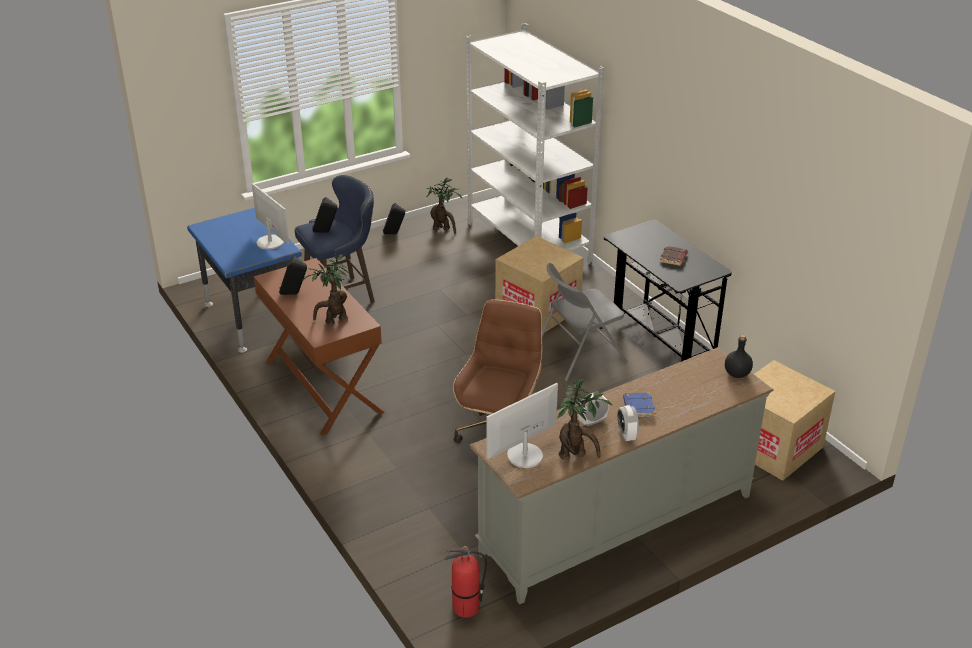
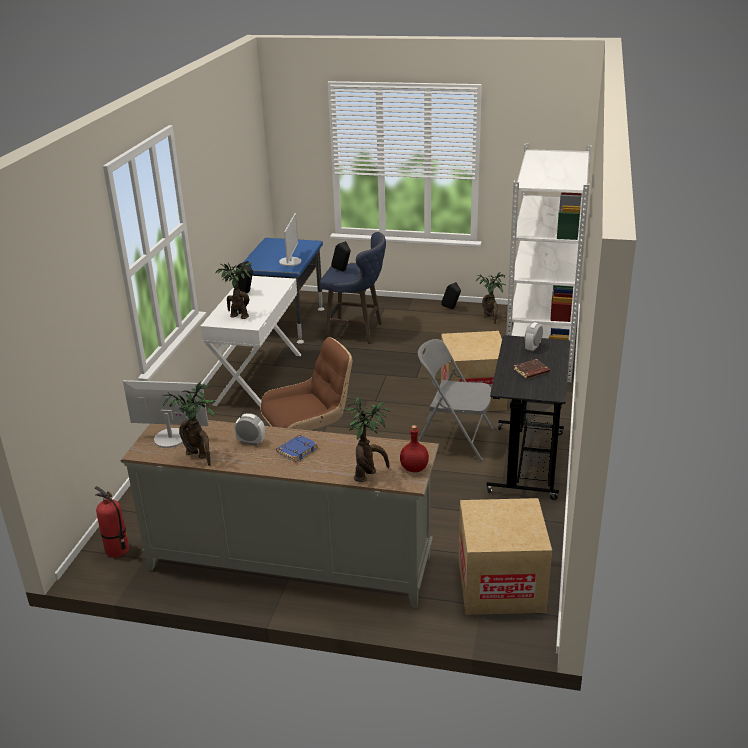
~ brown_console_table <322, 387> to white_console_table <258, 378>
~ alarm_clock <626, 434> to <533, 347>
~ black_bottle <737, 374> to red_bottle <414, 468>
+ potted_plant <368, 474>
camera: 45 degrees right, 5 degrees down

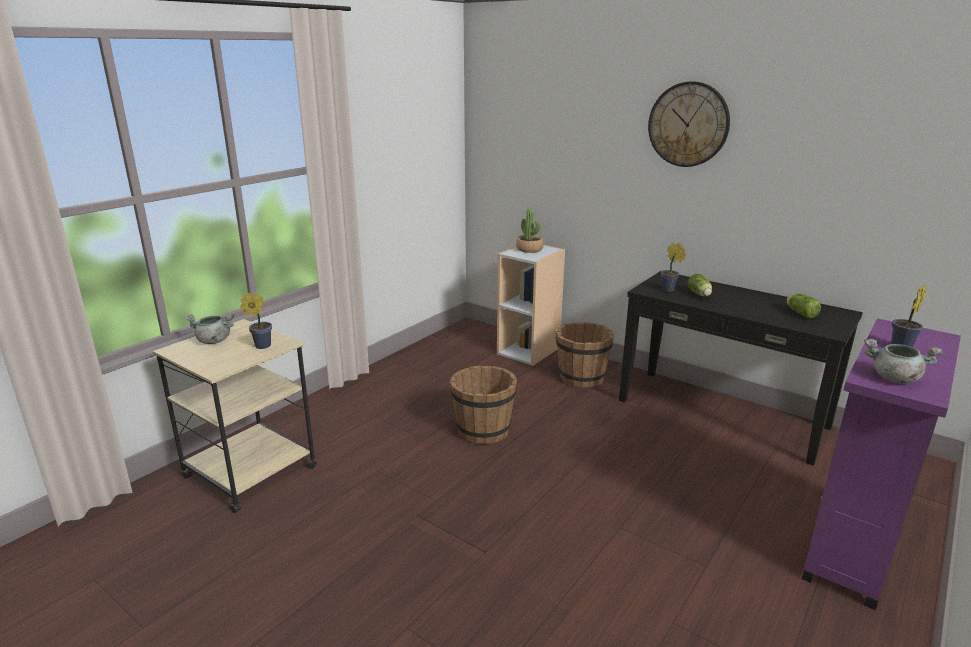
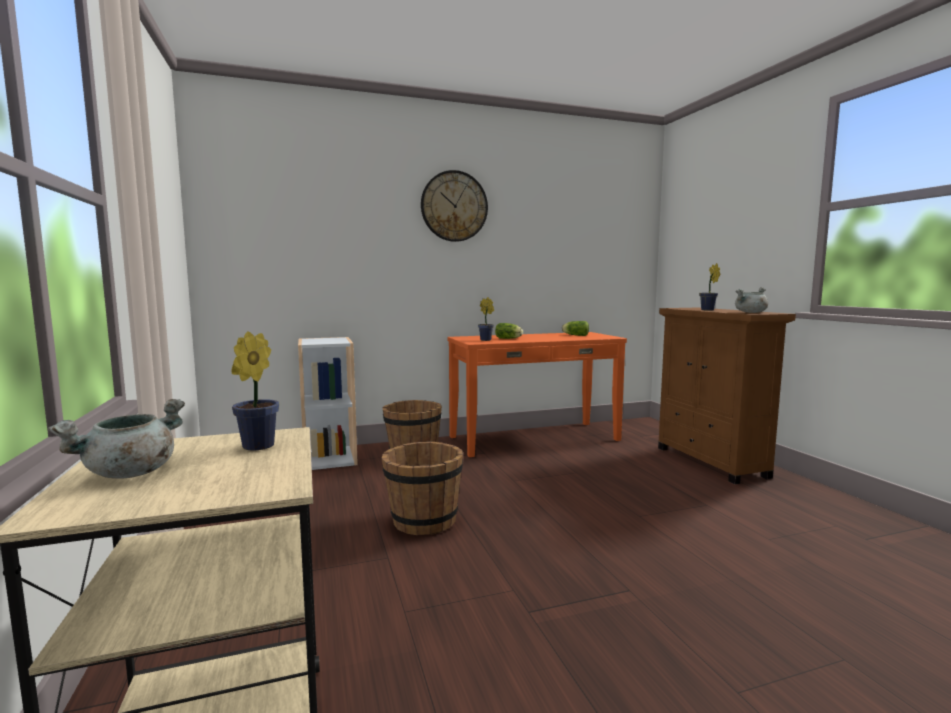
- potted_plant <529, 249>
~ black_console_table <721, 413> to orange_console_table <534, 438>
~ purple_cabinet <853, 549> to brown_cabinet <712, 462>
camera: 55 degrees left, 15 degrees down

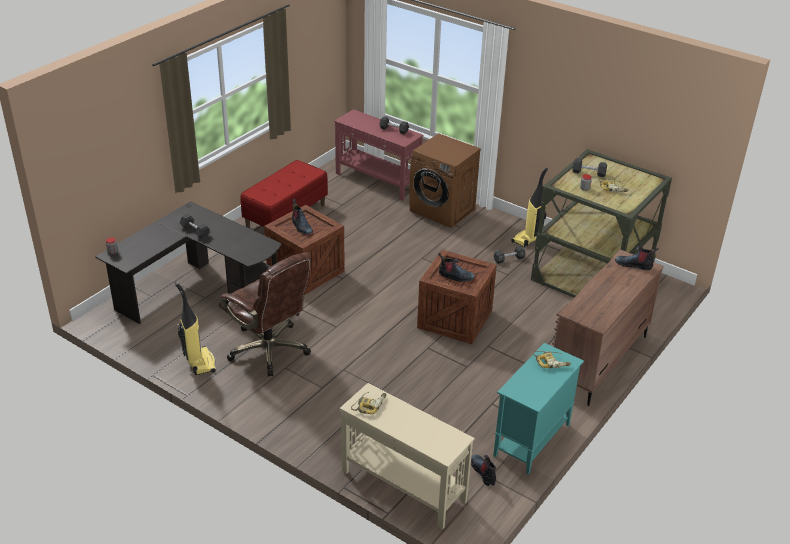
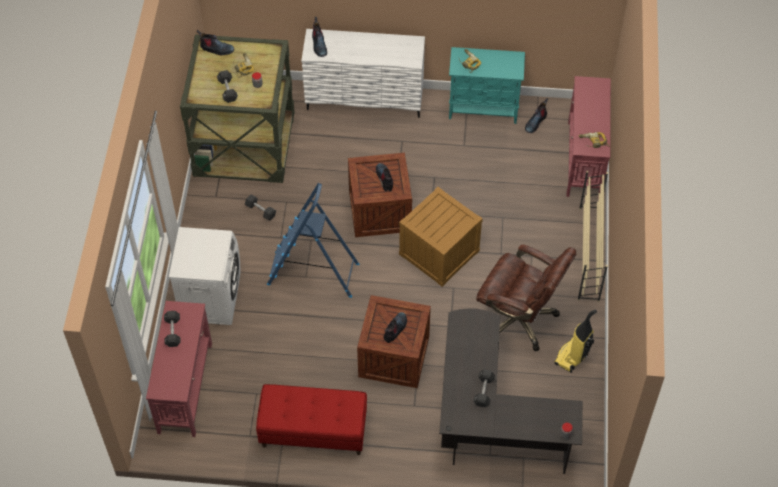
~ brown_office_chair <268, 349> = <518, 318> 105 degrees clockwise
~ beige_console_table <403, 485> to red_console_table <583, 159>
~ brown_washing_machine <442, 212> to white_washing_machine <211, 298>
- vacuum_cleaner <528, 239>
~ brown_dresser <598, 361> to white_dresser <364, 101>
+ boot <216, 49>
+ blue_step_ladder <312, 274>
+ crate <439, 252>
+ beige_shoe_rack <588, 254>
camera: 120 degrees left, 20 degrees up

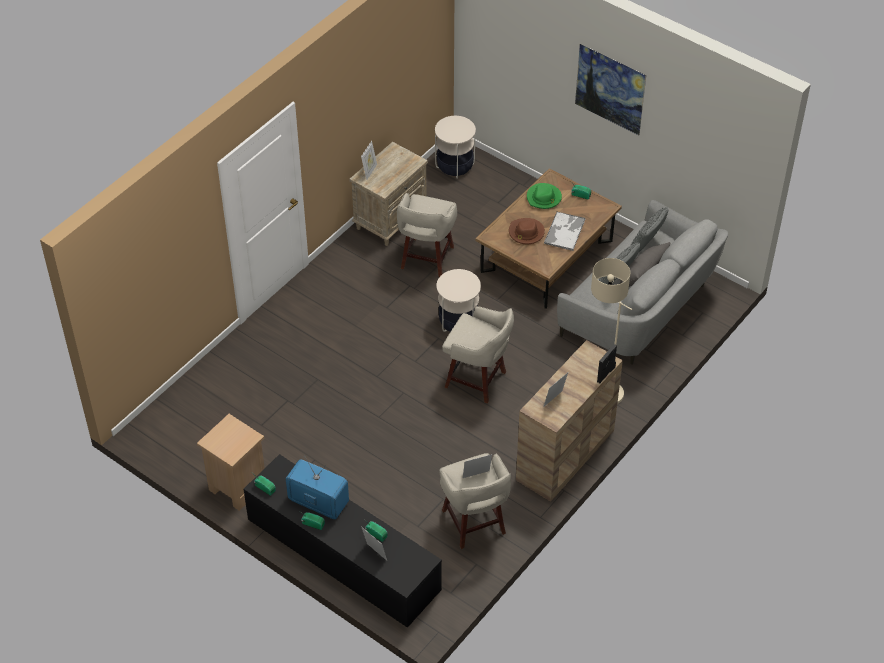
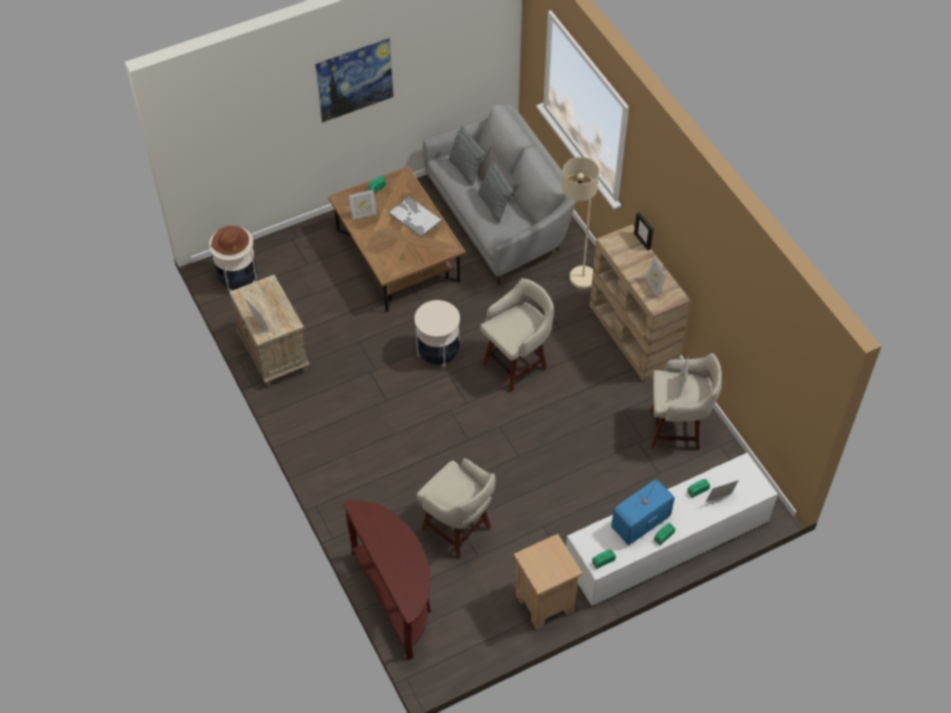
~ black_tv_stand <343, 557> to white_tv_stand <667, 544>
~ beige_stool <426, 259> to <458, 530>
~ brown_hat <526, 233> to <230, 242>
~ green_hat <544, 198> to picture_frame <363, 215>
+ brown_console_table <397, 598>
camera: 65 degrees left, 5 degrees up

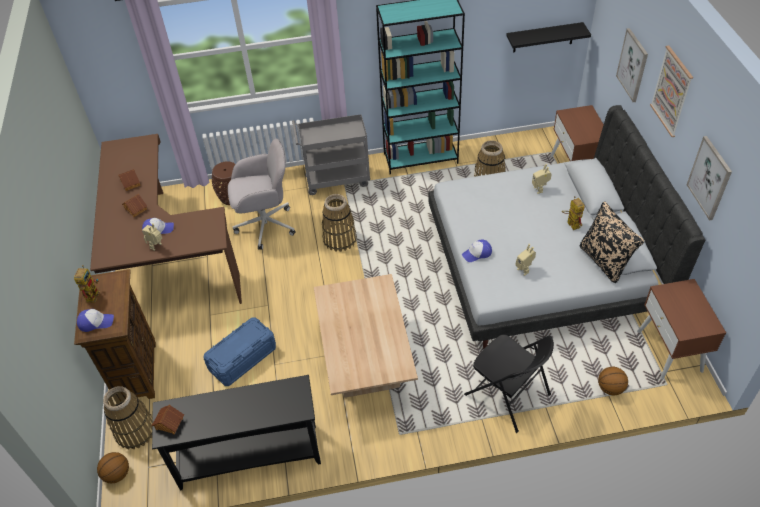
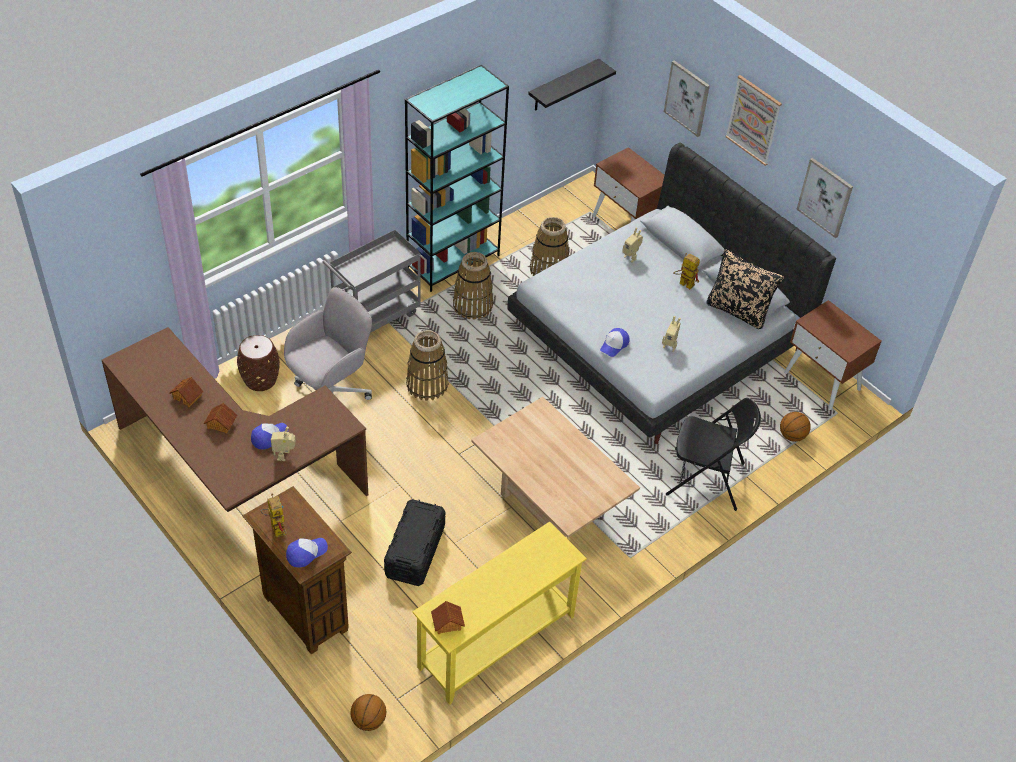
~ basket <135, 431> to <472, 306>
~ black_console_table <248, 457> to yellow_console_table <496, 642>
~ blue_storage_box <243, 359> to black_storage_box <415, 551>
camera: 35 degrees left, 0 degrees up

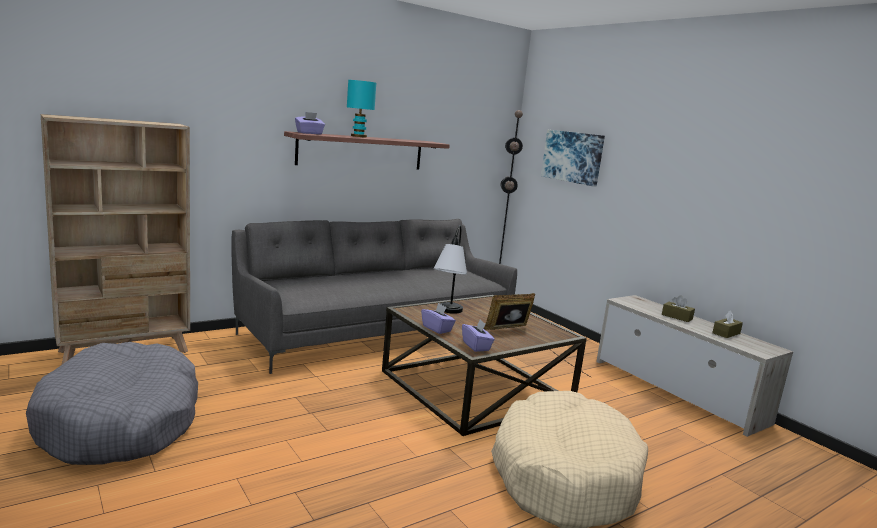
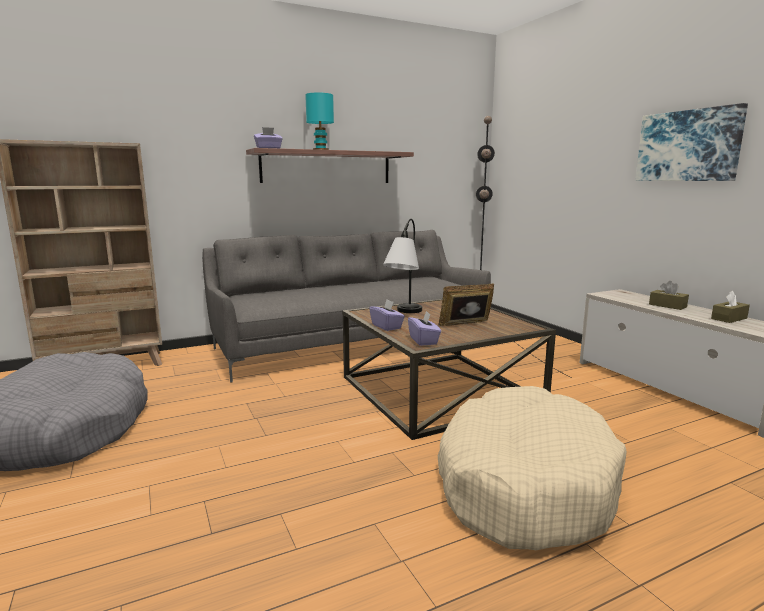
~ picture <573, 157> to <688, 146>
camera: 10 degrees right, 0 degrees up

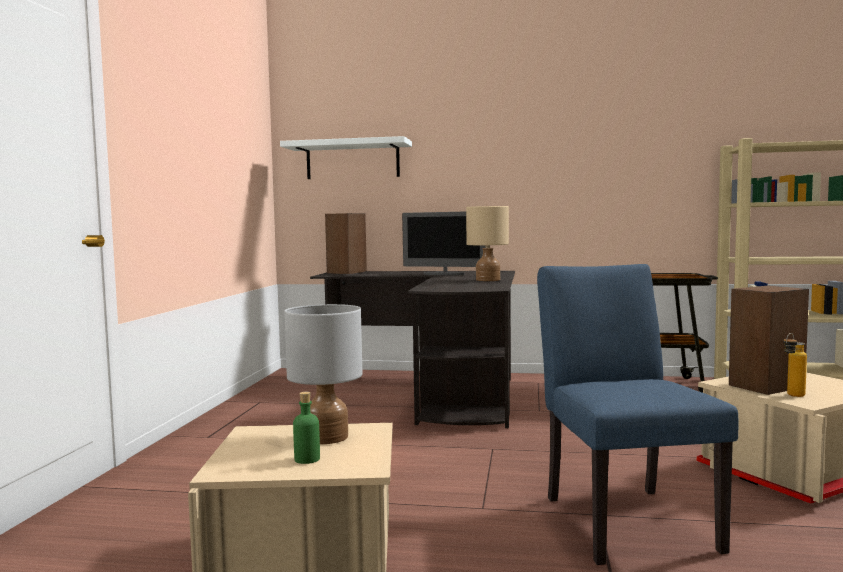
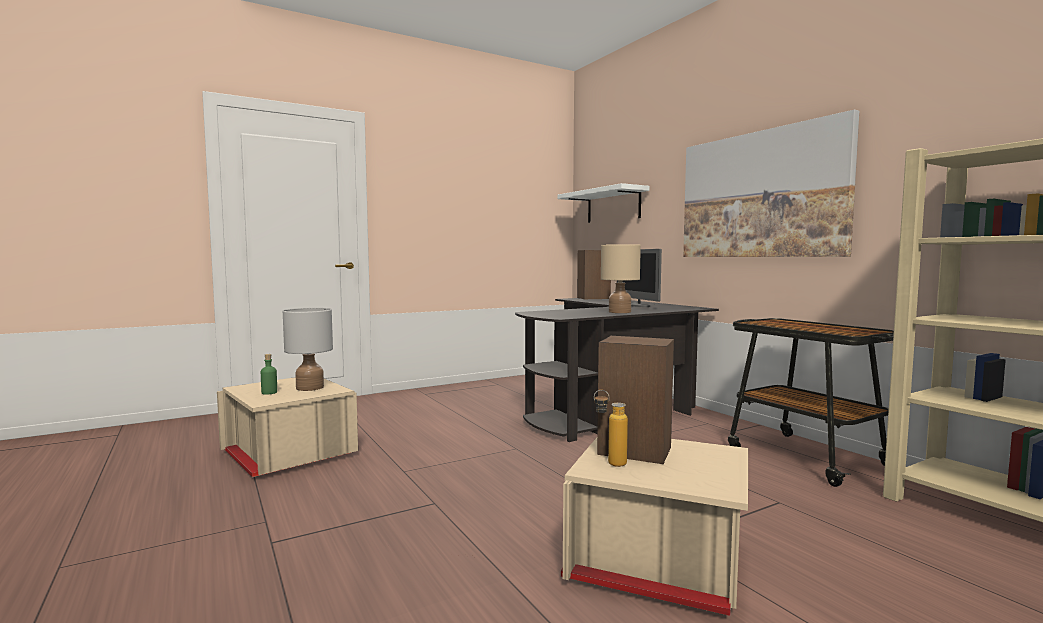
- blue_chair <622, 517>
+ picture <760, 195>
camera: 50 degrees right, 0 degrees up

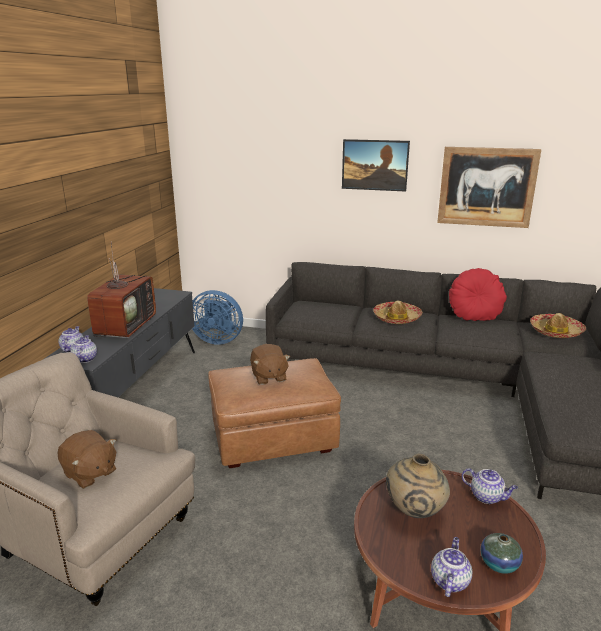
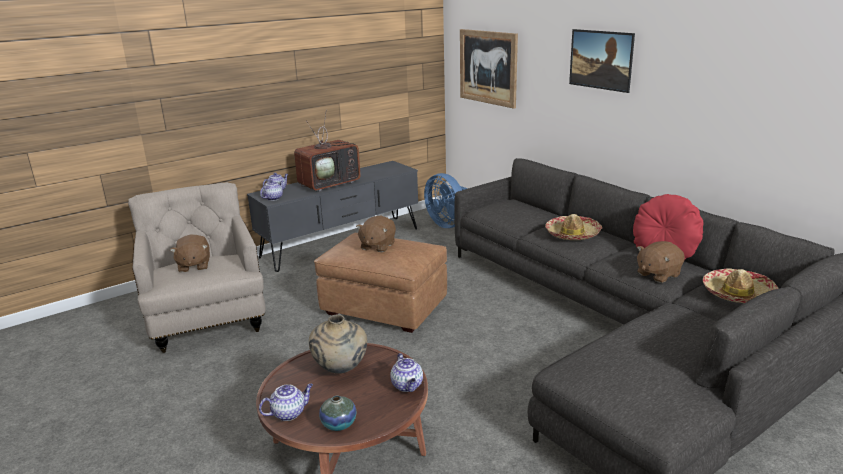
~ picture <486, 187> to <488, 67>
+ brown_plush_toy <657, 274>
camera: 40 degrees right, 0 degrees up

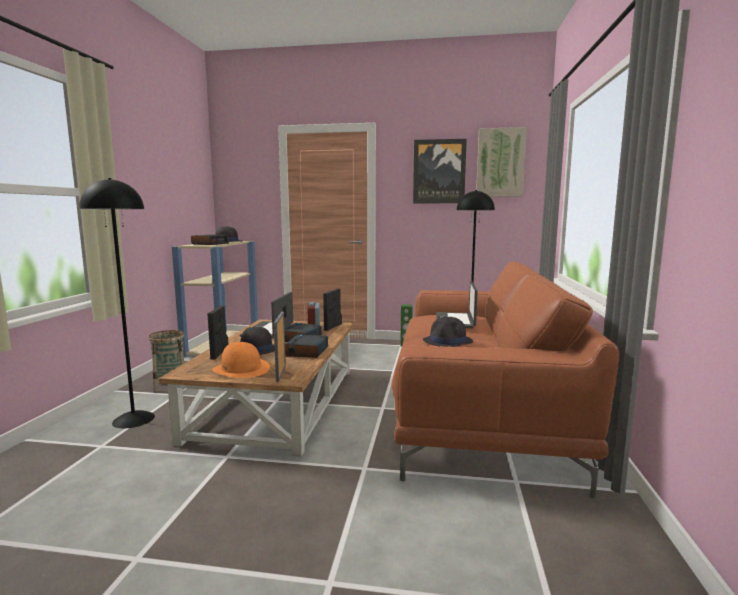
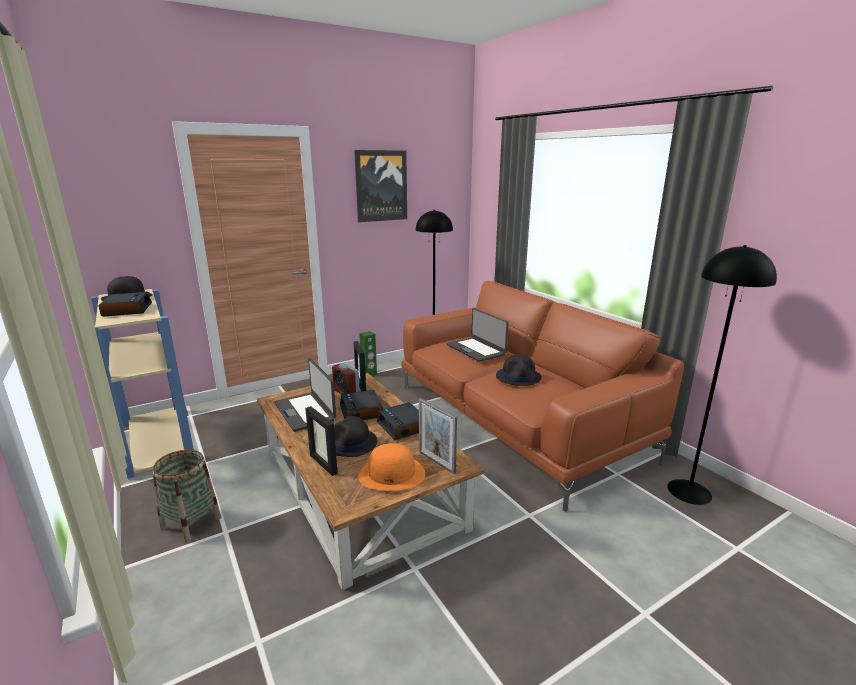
~ black_floor_lamp <133, 419> to <689, 491>
- picture <500, 162>
camera: 40 degrees left, 10 degrees up

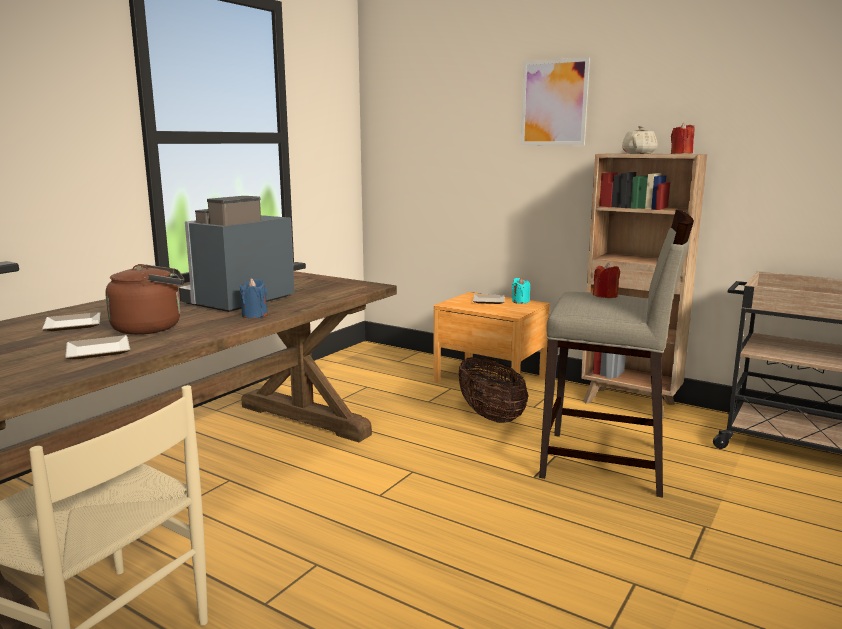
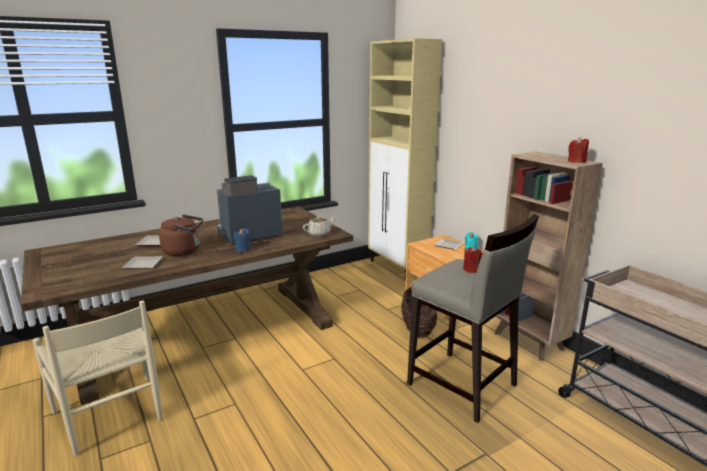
- picture <554, 103>
~ beige_teapot <639, 153> to <319, 234>
+ beige_cabinet <397, 268>
camera: 25 degrees right, 5 degrees up

